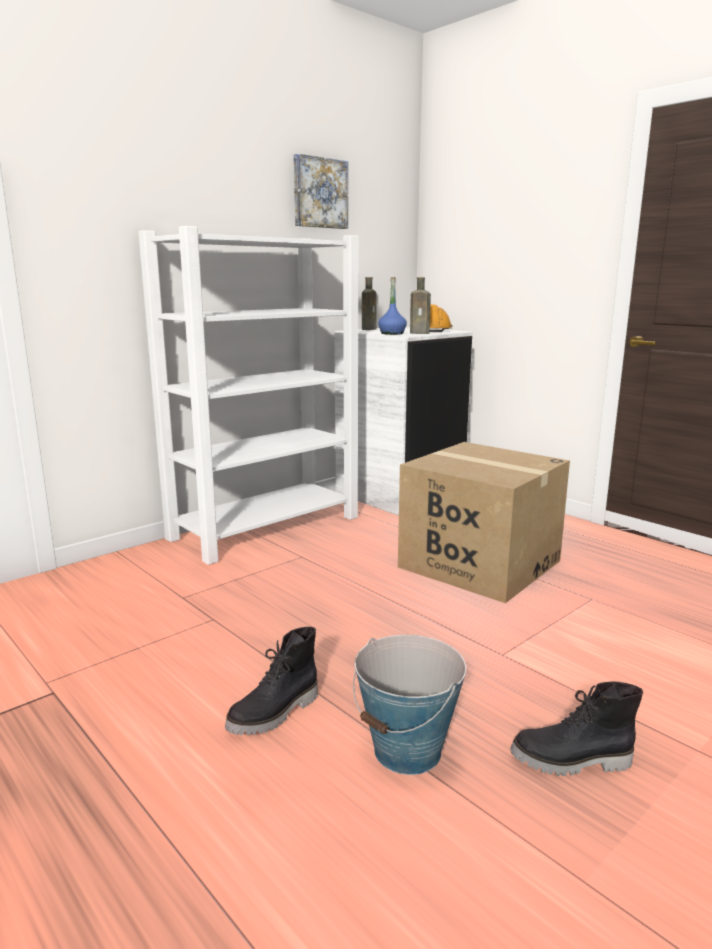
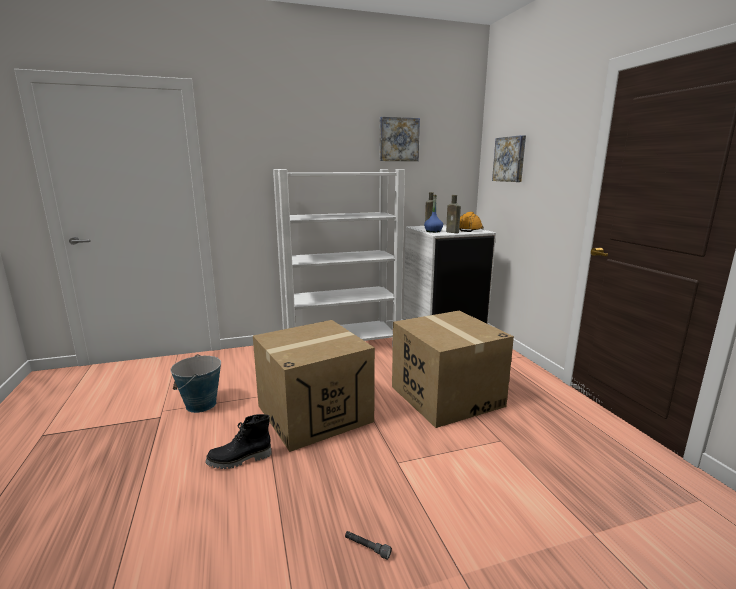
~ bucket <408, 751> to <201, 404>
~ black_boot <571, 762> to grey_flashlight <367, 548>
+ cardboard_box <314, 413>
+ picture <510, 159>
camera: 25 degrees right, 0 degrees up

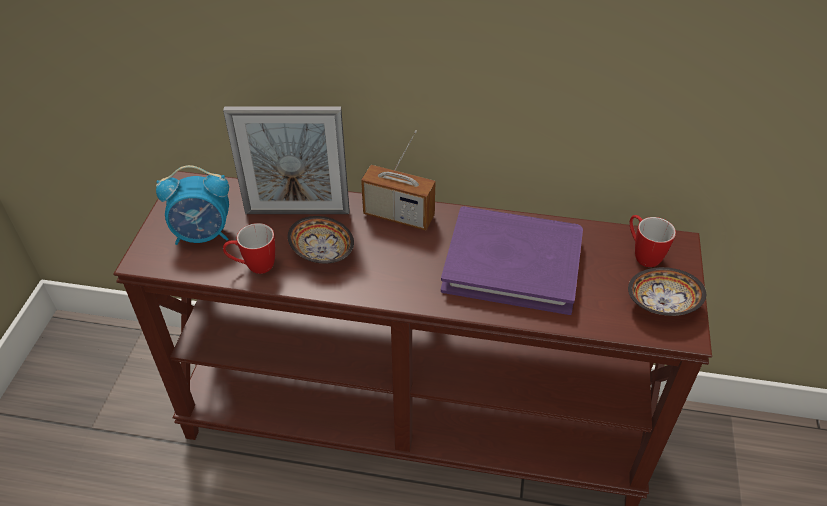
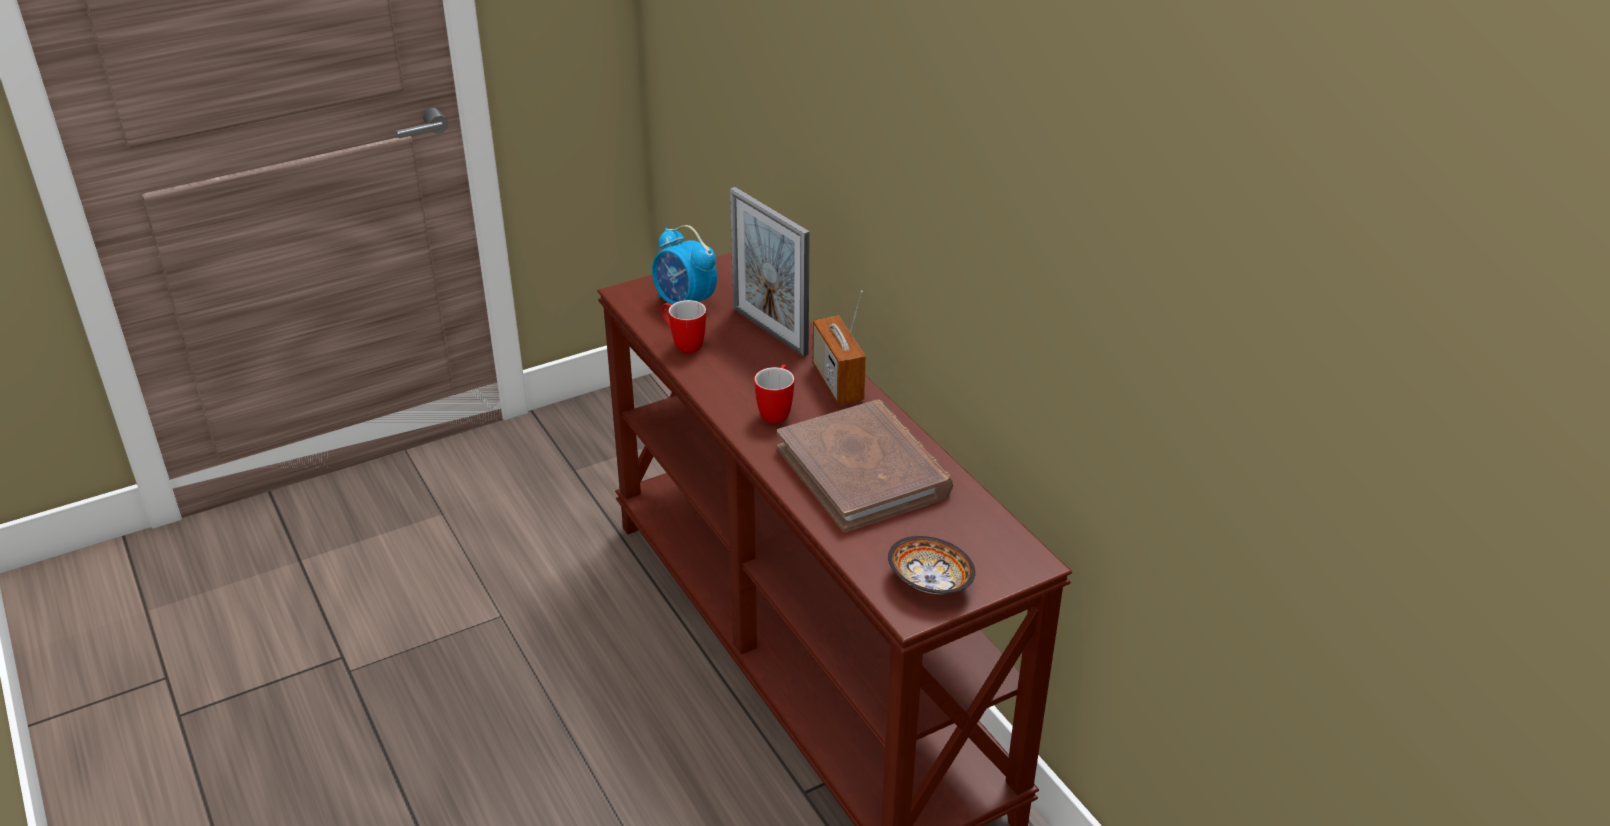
- bowl <322, 254>
~ purple_book <512, 263> to brown_book <864, 471>
~ mug <642, 254> to <777, 411>
camera: 50 degrees right, 10 degrees down

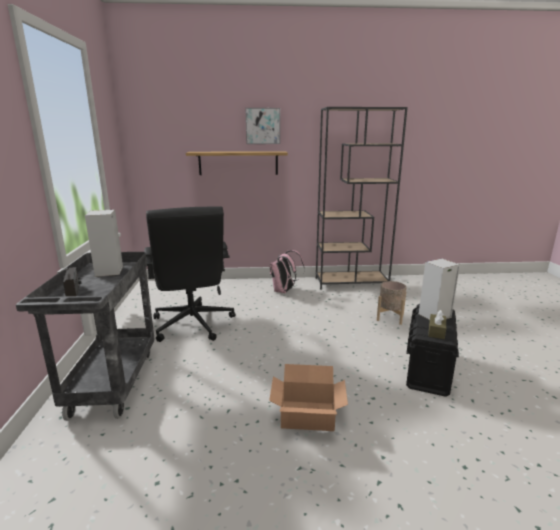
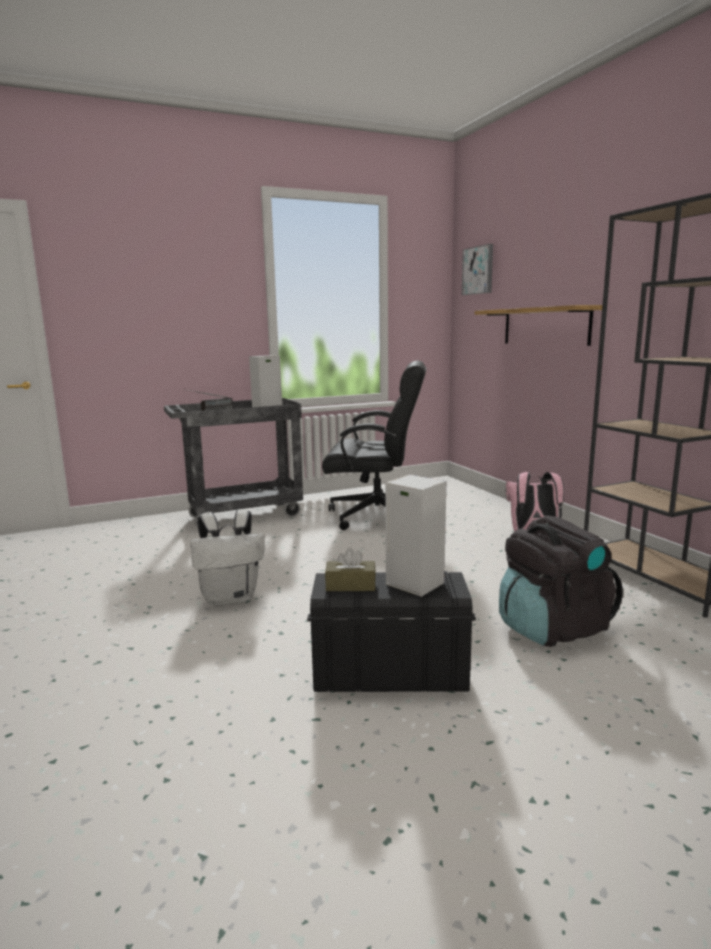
~ black_office_chair <192, 323> = <376, 515> 135 degrees counterclockwise
~ picture <263, 126> to <478, 270>
~ cardboard_box <307, 414> to white_backpack <231, 598>
~ beige_planter <390, 317> to black_backpack <552, 628>
camera: 70 degrees right, 5 degrees down

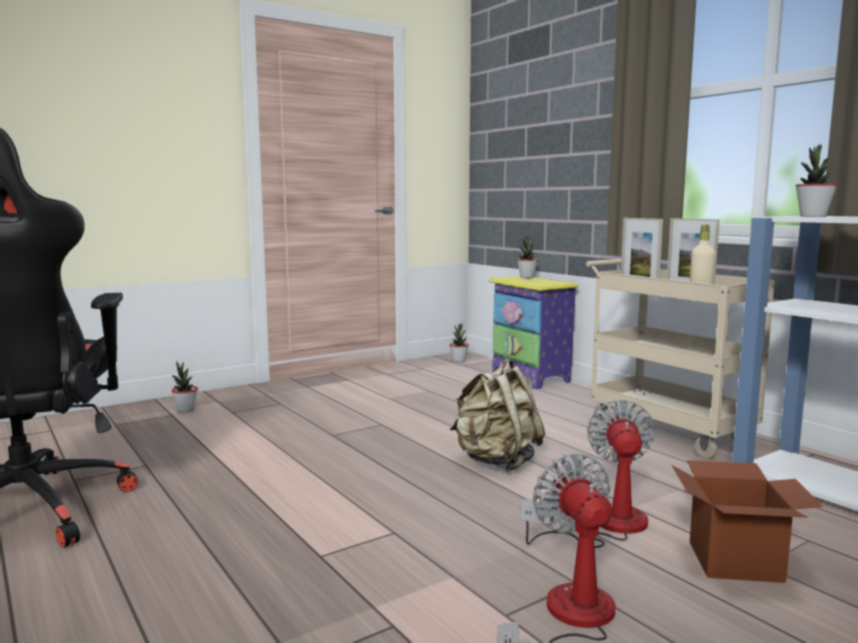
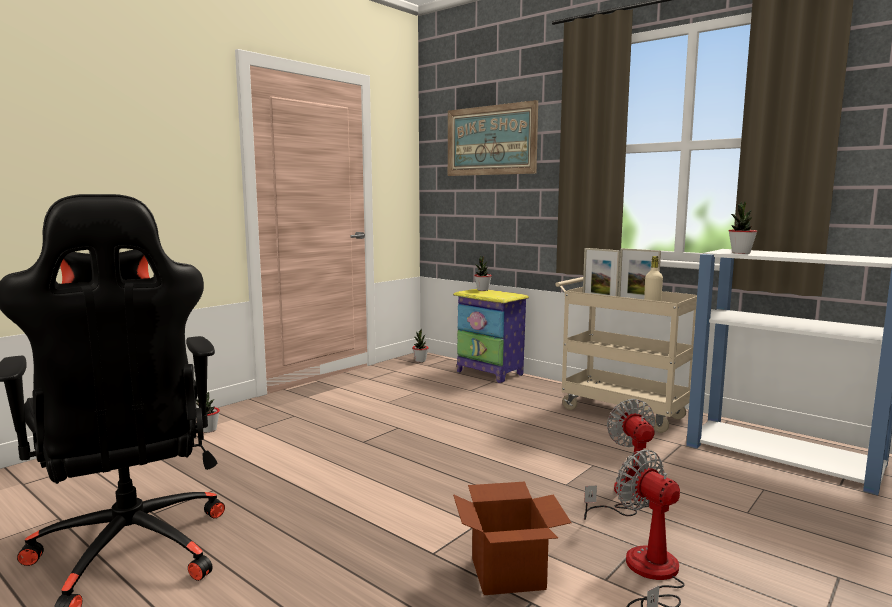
- beige_backpack <496, 462>
~ cardboard_box <735, 562> to <507, 574>
+ picture <490, 140>
camera: 15 degrees left, 0 degrees up

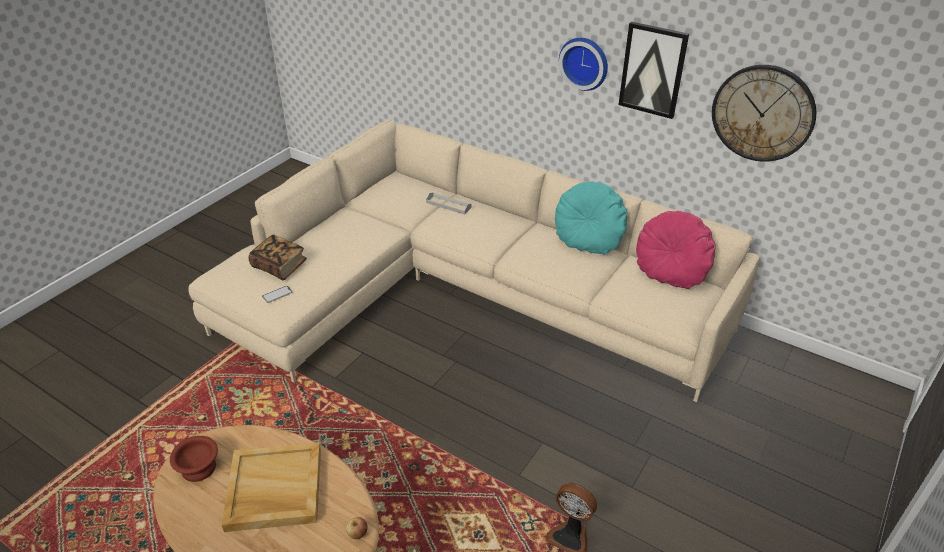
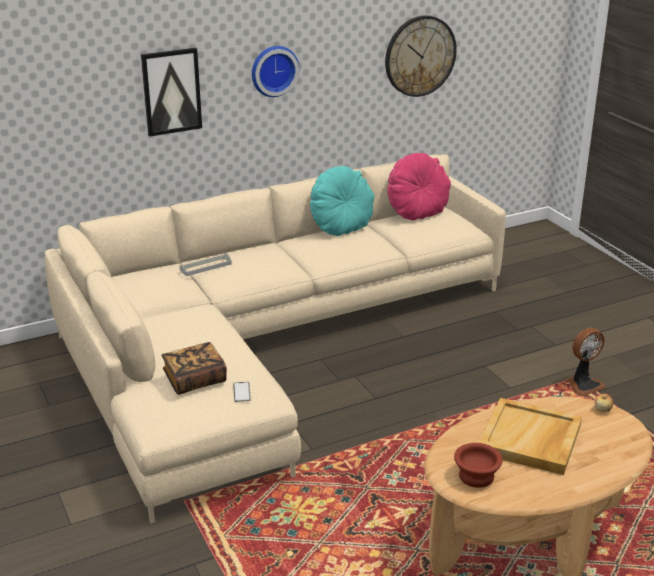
~ picture <653, 70> to <171, 91>
camera: 60 degrees left, 10 degrees down

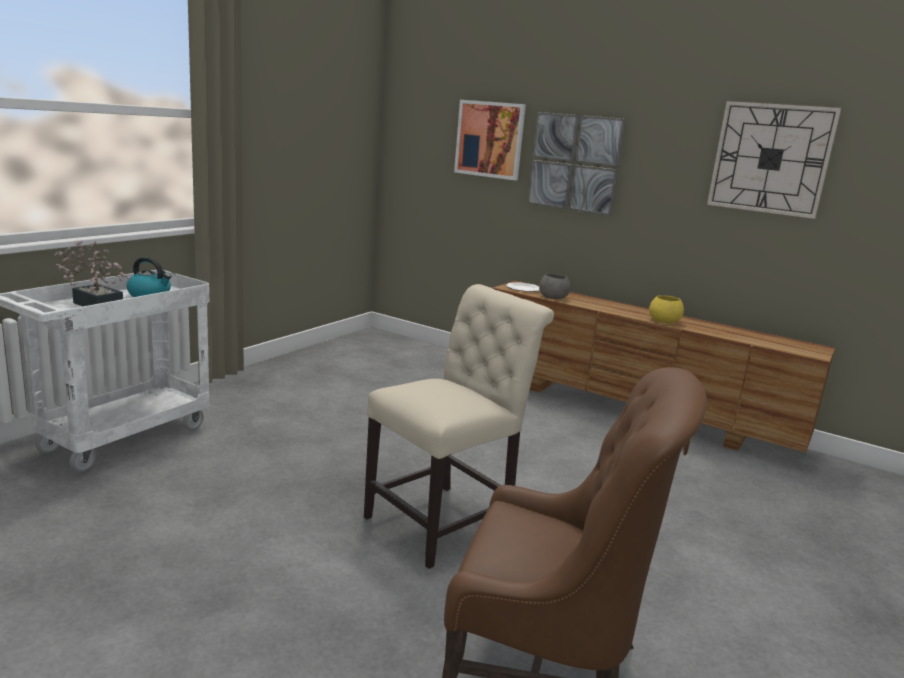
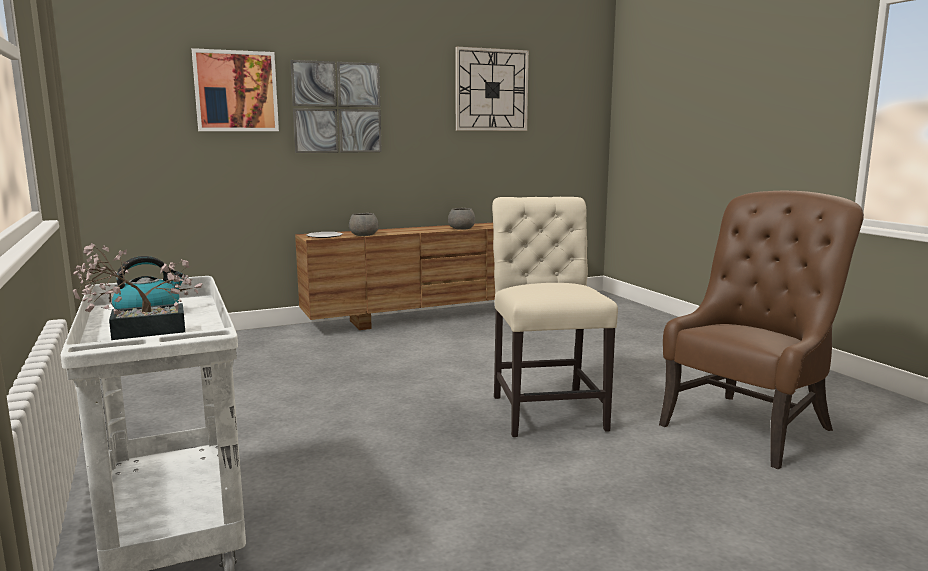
~ yellow_bowl <664, 321> to grey_bowl <462, 229>
camera: 55 degrees left, 5 degrees down

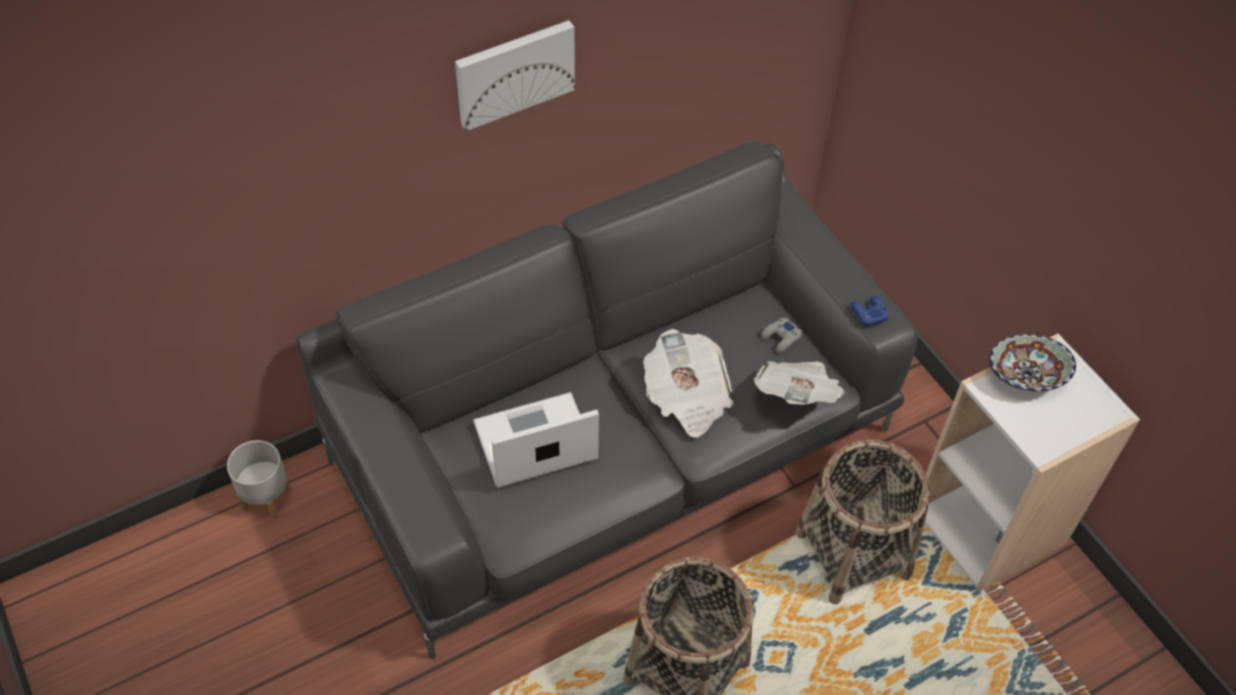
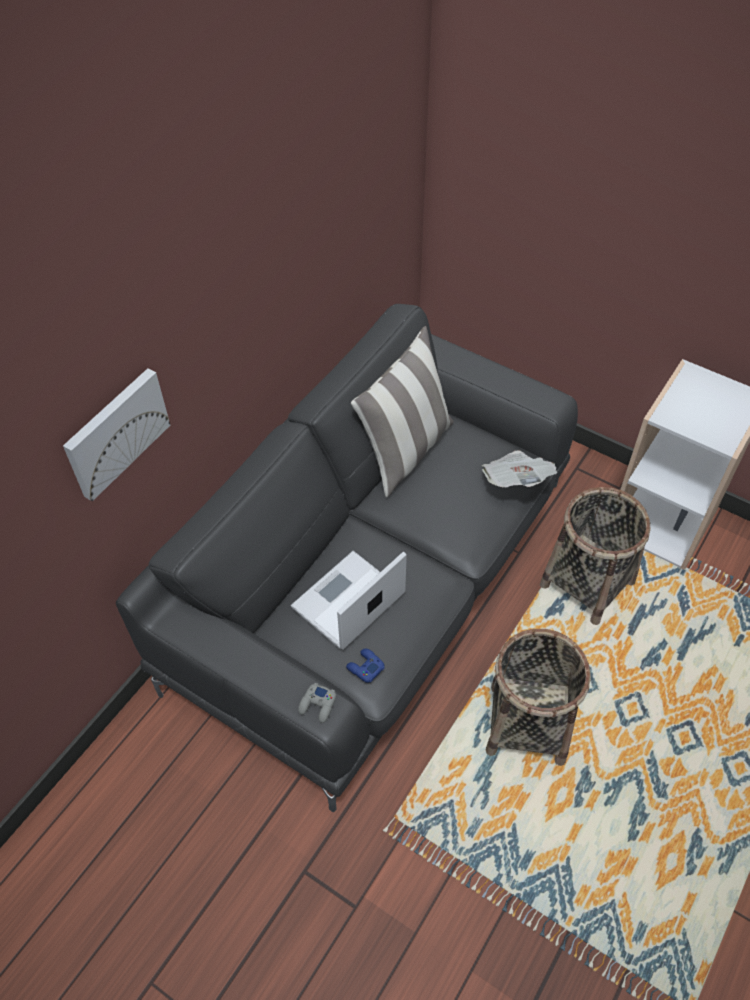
- grey_planter <267, 498>
~ picture <514, 72> to <115, 432>
- newspaper <687, 398>
~ grey_game_controller <781, 338> to <318, 705>
~ blue_game_controller <868, 313> to <365, 667>
- bowl <1026, 377>
+ pillow <405, 450>
camera: 25 degrees left, 0 degrees up

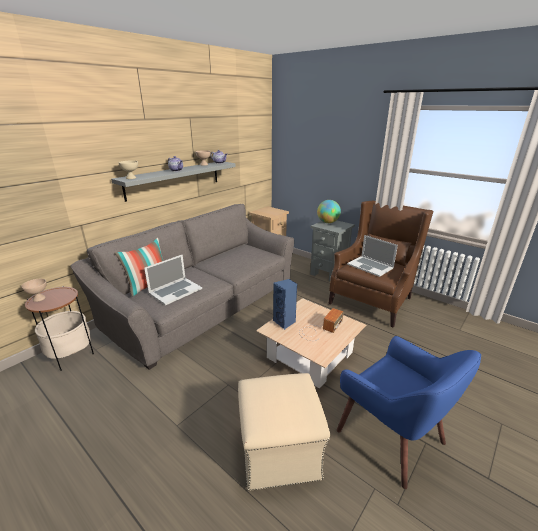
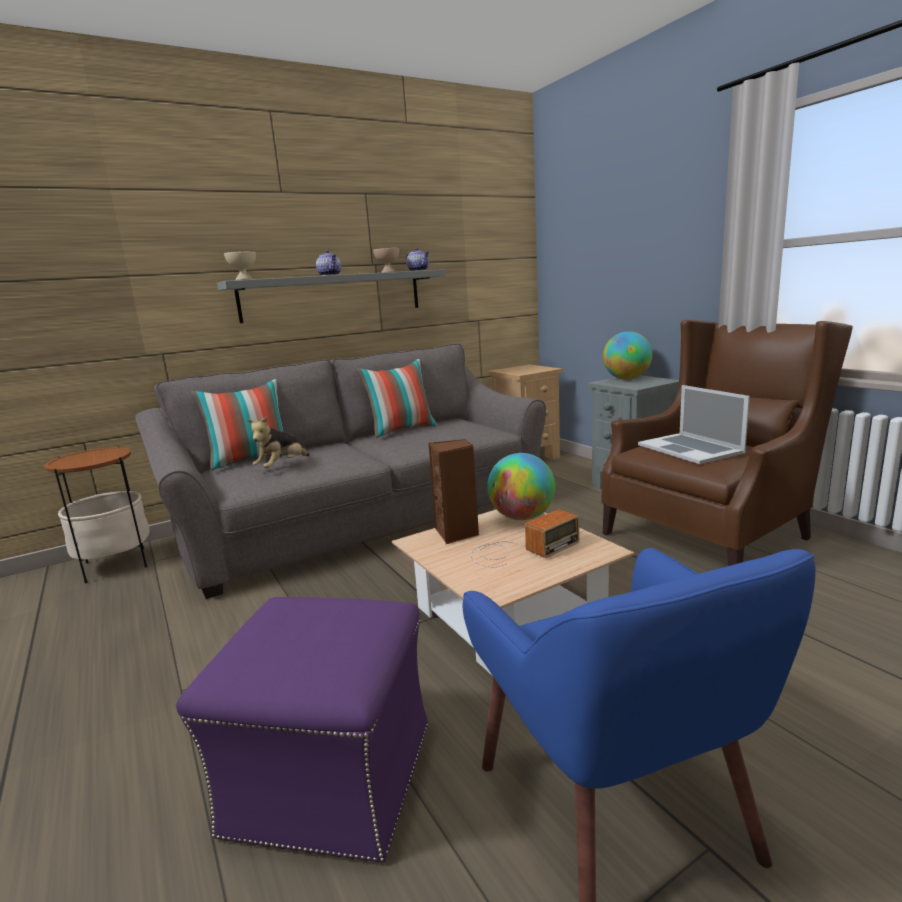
- beige_bowl <39, 299>
~ laptop <175, 291> to plush_toy <282, 467>
~ beige_ottoman <278, 451> to purple_ottoman <329, 777>
~ blue_speaker <285, 322> to brown_speaker <457, 534>
+ pillow <401, 430>
+ globe <522, 517>
camera: 20 degrees right, 10 degrees down

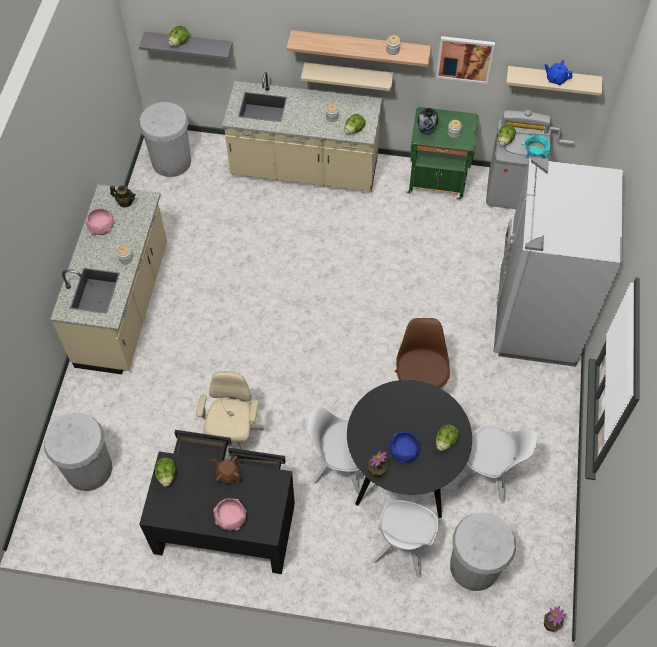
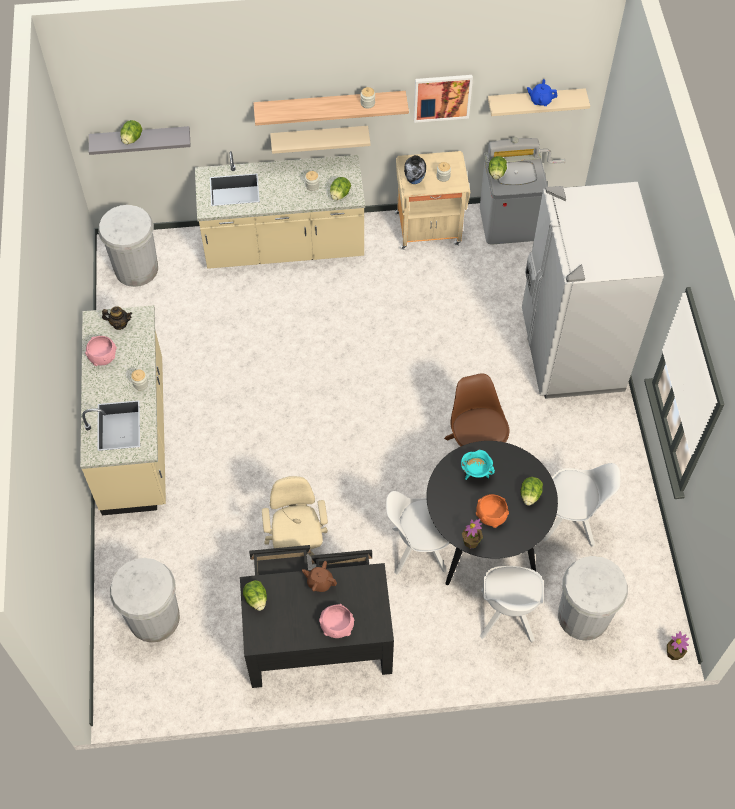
~ blue_bowl <403, 450> to orange_bowl <491, 514>
~ green_cart <437, 180> to beige_cart <429, 229>
~ turquoise_cooking_pot <534, 155> to <475, 473>
camera: 15 degrees left, 0 degrees up

